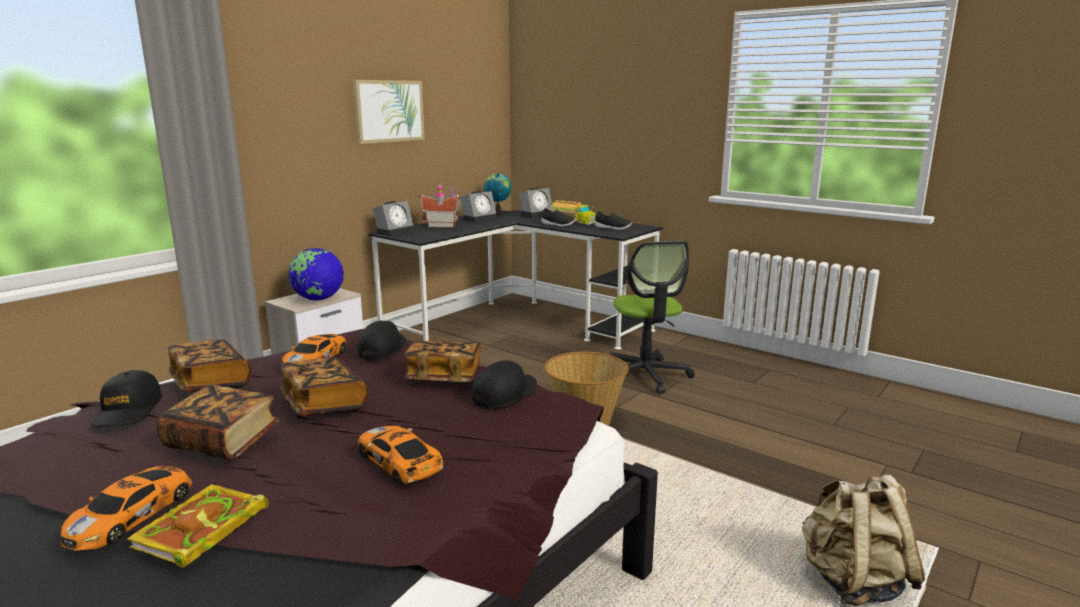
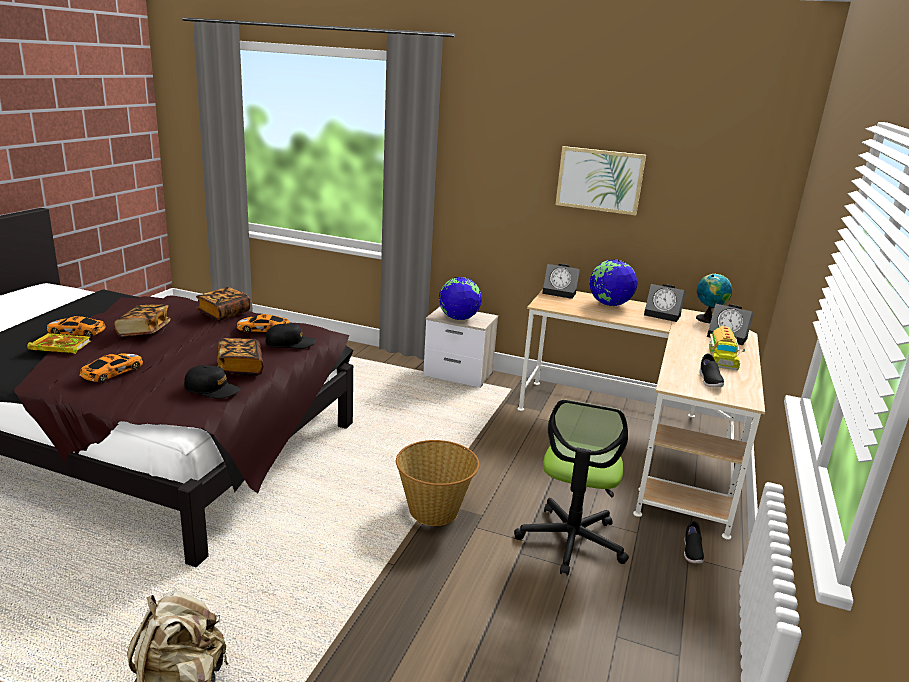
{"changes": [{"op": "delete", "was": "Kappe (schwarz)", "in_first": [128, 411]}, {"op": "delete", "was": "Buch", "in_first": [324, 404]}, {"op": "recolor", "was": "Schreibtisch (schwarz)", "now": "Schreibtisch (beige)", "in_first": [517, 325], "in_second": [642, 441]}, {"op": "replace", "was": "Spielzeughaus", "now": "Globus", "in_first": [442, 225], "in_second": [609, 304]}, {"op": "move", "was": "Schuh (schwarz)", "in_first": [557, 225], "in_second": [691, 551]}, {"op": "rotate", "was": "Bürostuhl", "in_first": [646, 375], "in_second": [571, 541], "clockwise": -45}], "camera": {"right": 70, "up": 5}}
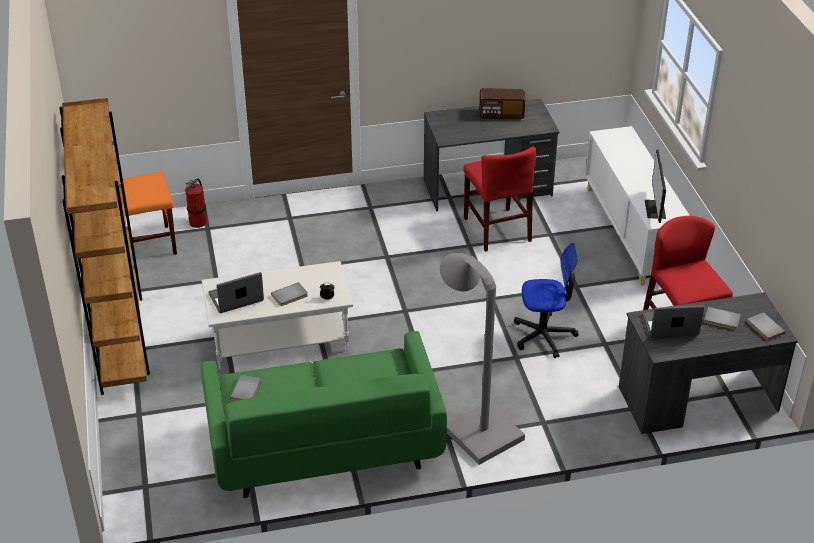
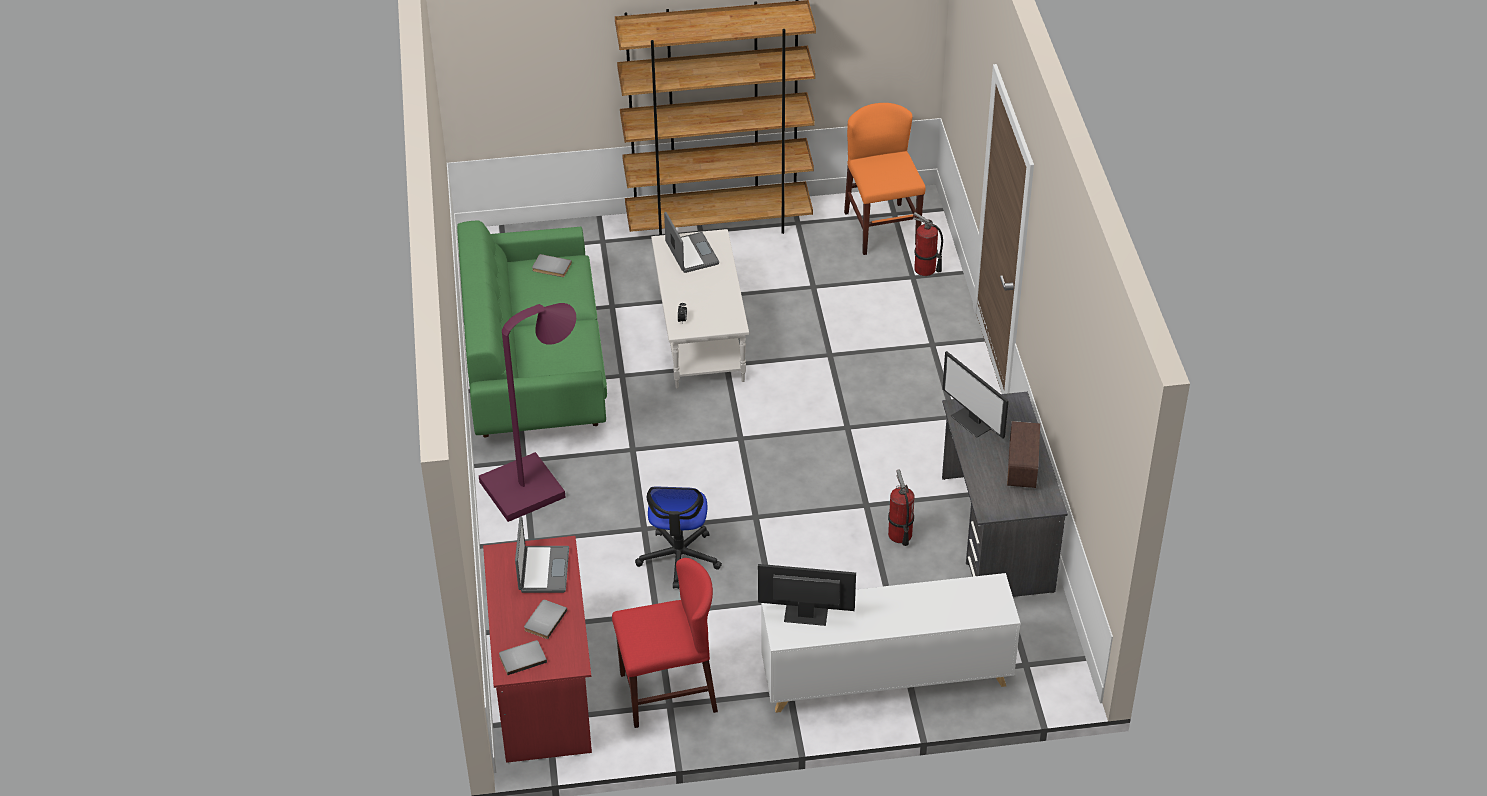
{"changes": [{"op": "delete", "was": "Buch (grau)", "in_first": [290, 296]}, {"op": "recolor", "was": "Stehlampe (grau)", "now": "Stehlampe (lila)", "in_first": [476, 428], "in_second": [534, 484]}, {"op": "replace", "was": "Stuhl (rot)", "now": "Feuerlöscher", "in_first": [497, 229], "in_second": [899, 535]}, {"op": "recolor", "was": "Schreibtisch (grau)", "now": "Schreibtisch (rot)", "in_first": [697, 399], "in_second": [543, 686]}, {"op": "insert", "now": "Monitor", "in_second": [973, 421]}], "camera": {"right": 95, "up": 5}}
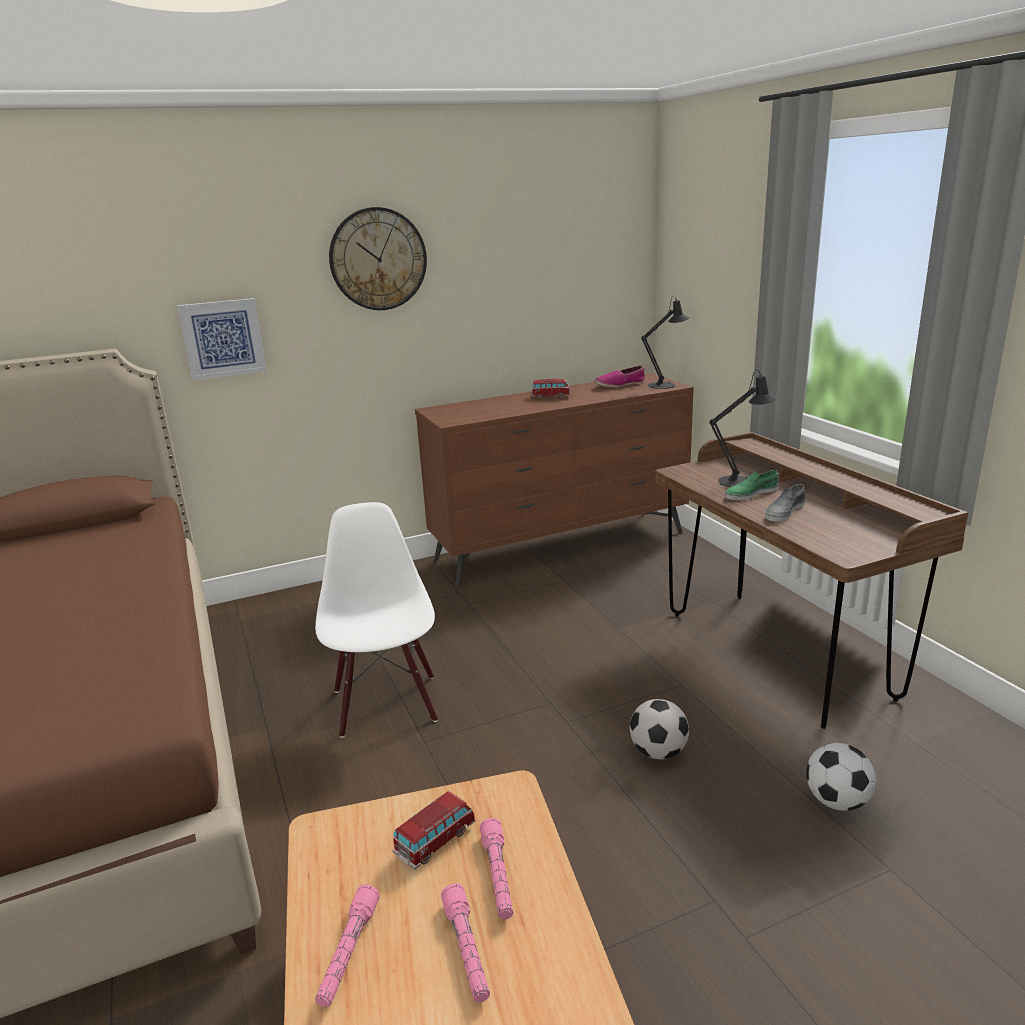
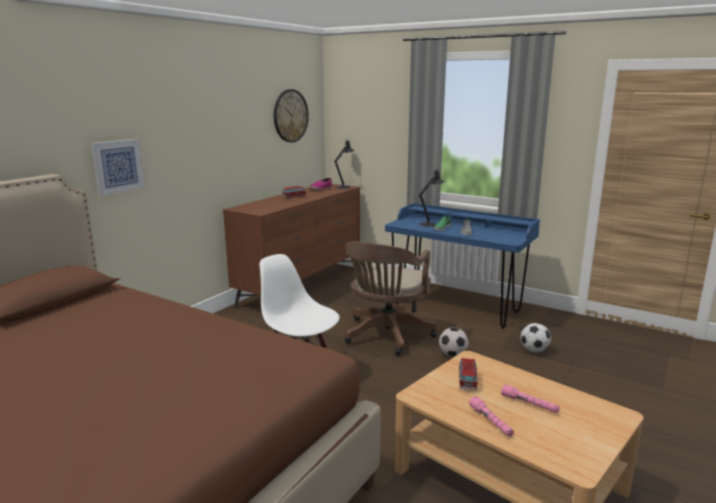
{"changes": [{"op": "move", "was": "Wanduhr", "in_first": [378, 259], "in_second": [290, 116]}, {"op": "delete", "was": "Taschenlampe (rosa)", "in_first": [498, 876]}, {"op": "recolor", "was": "Schreibtisch (braun)", "now": "Schreibtisch (blau)", "in_first": [777, 653], "in_second": [455, 308]}, {"op": "insert", "now": "Bürostuhl (braun)", "in_second": [386, 336]}], "camera": {"right": -35, "up": -5}}
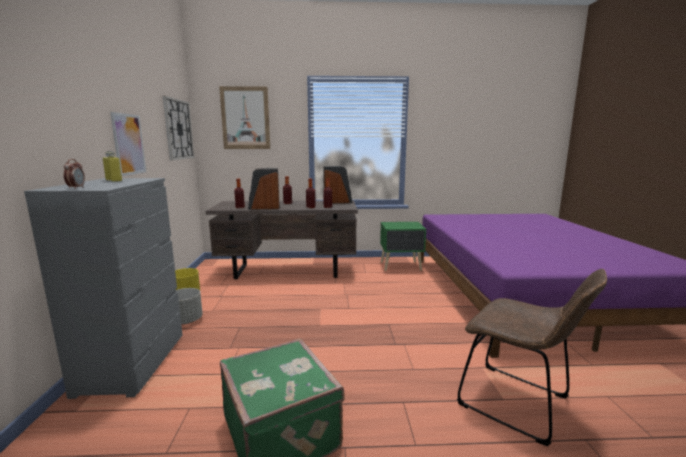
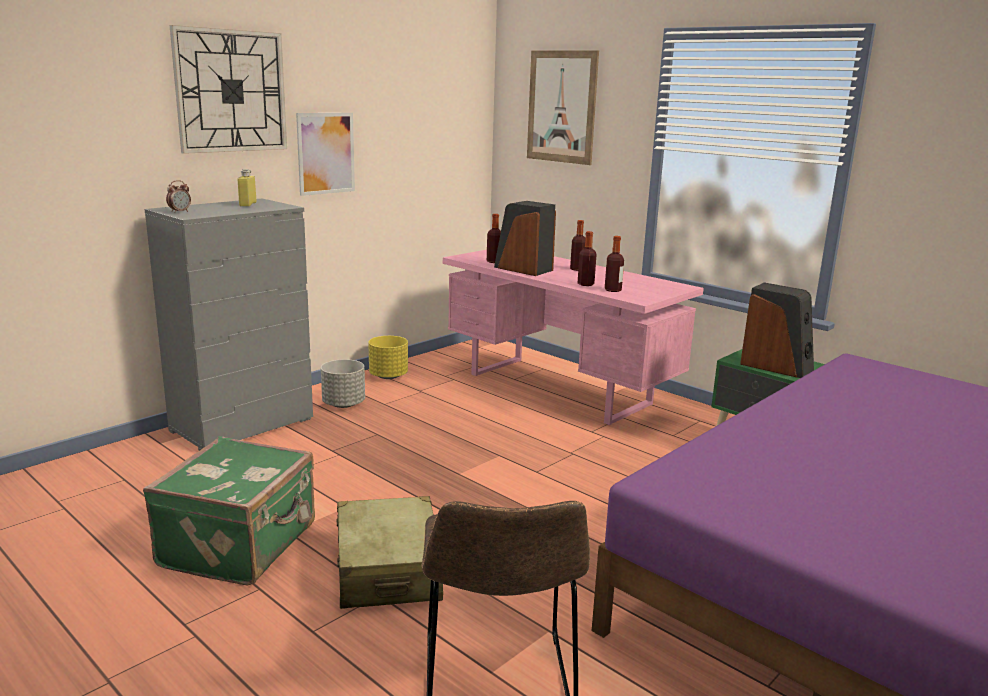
{"changes": [{"op": "move", "was": "Wanduhr", "in_first": [178, 129], "in_second": [231, 91]}, {"op": "recolor", "was": "Schreibtisch (braun)", "now": "Schreibtisch (rosa)", "in_first": [288, 271], "in_second": [560, 389]}, {"op": "move", "was": "Lautsprecher", "in_first": [337, 202], "in_second": [776, 366]}, {"op": "insert", "now": "Koffer (beige)", "in_second": [388, 570]}], "camera": {"right": 45, "up": 5}}
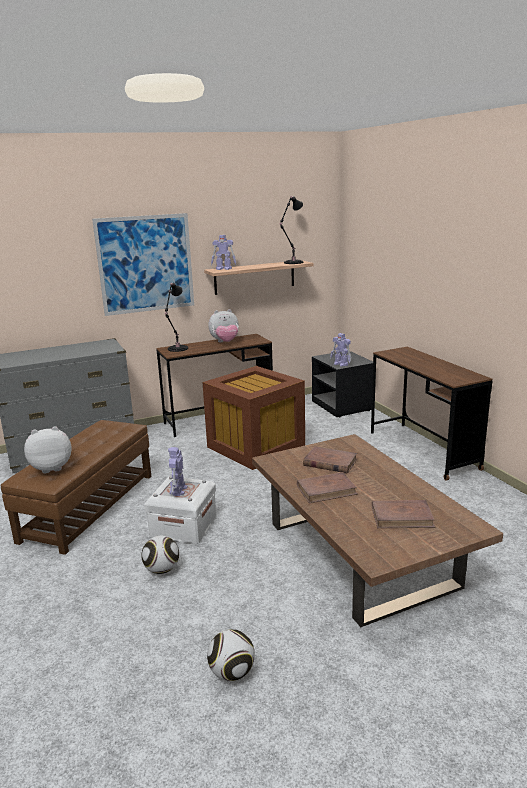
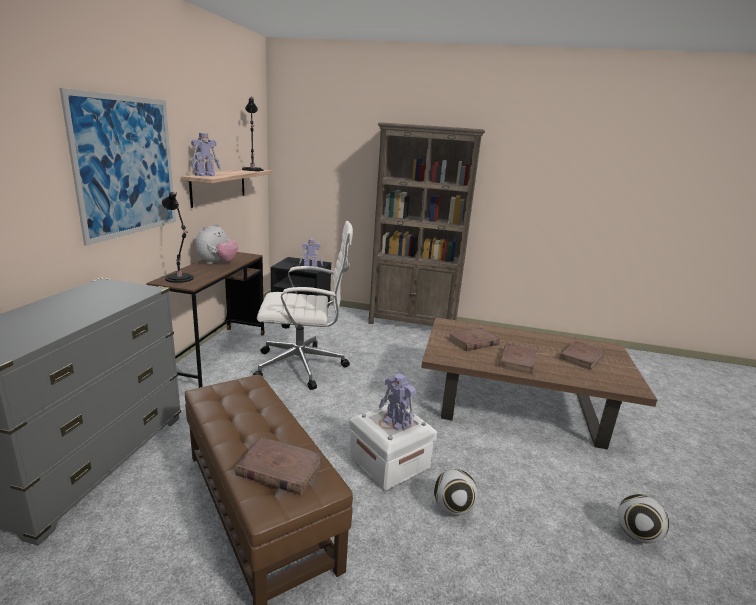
{"changes": [{"op": "replace", "was": "Plüschtier", "now": "Buch (braun)", "in_first": [52, 468], "in_second": [279, 469]}, {"op": "replace", "was": "Aufbewahrungsbox (braun)", "now": "Bürostuhl (weiß)", "in_first": [255, 447], "in_second": [303, 366]}, {"op": "replace", "was": "Schreibtisch (braun)", "now": "Bücherregal (braun)", "in_first": [422, 450], "in_second": [413, 323]}], "camera": {"right": -55, "up": 0}}
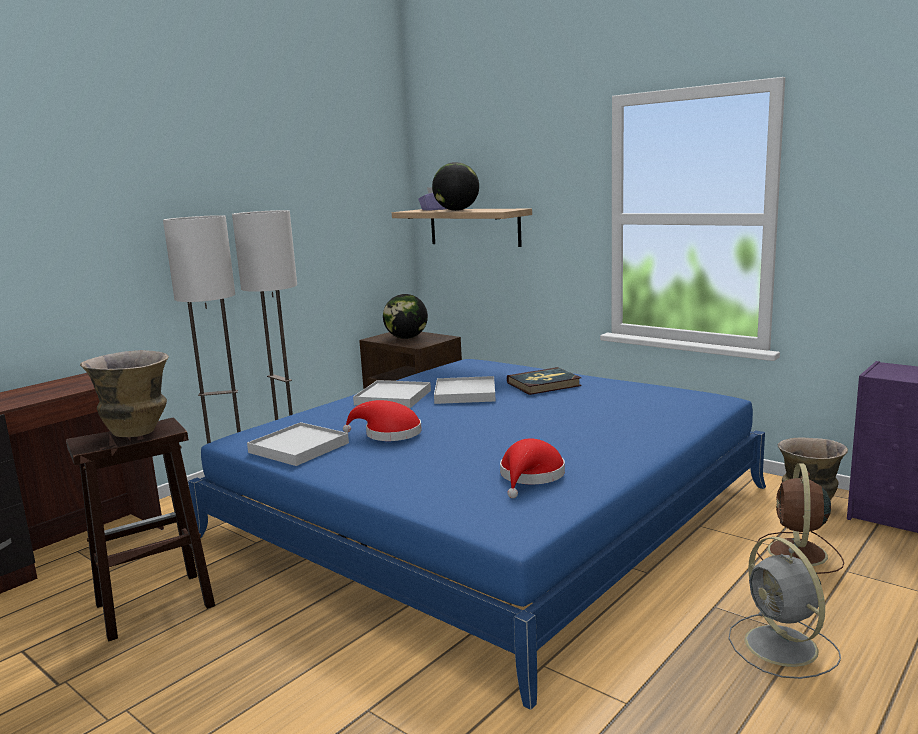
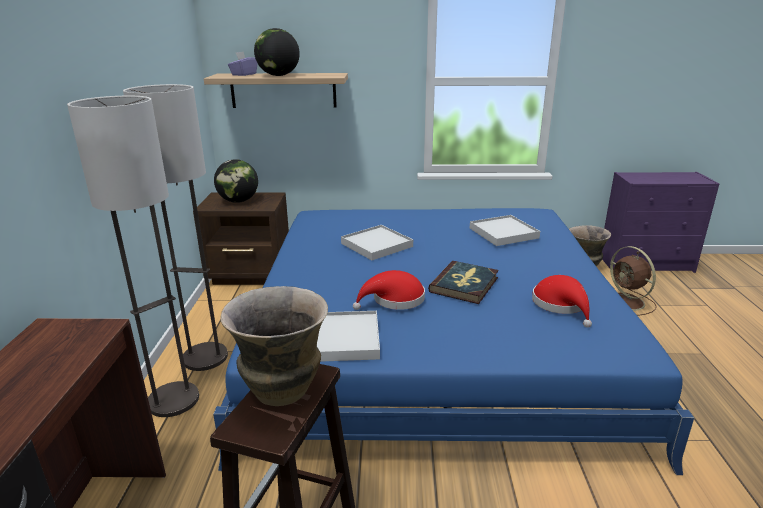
{"changes": [{"op": "move", "was": "Tablett (weiß)", "in_first": [393, 398], "in_second": [503, 233]}, {"op": "move", "was": "Buch", "in_first": [544, 384], "in_second": [464, 285]}, {"op": "delete", "was": "Ventilator (grau)", "in_first": [783, 647]}], "camera": {"right": -40, "up": 10}}
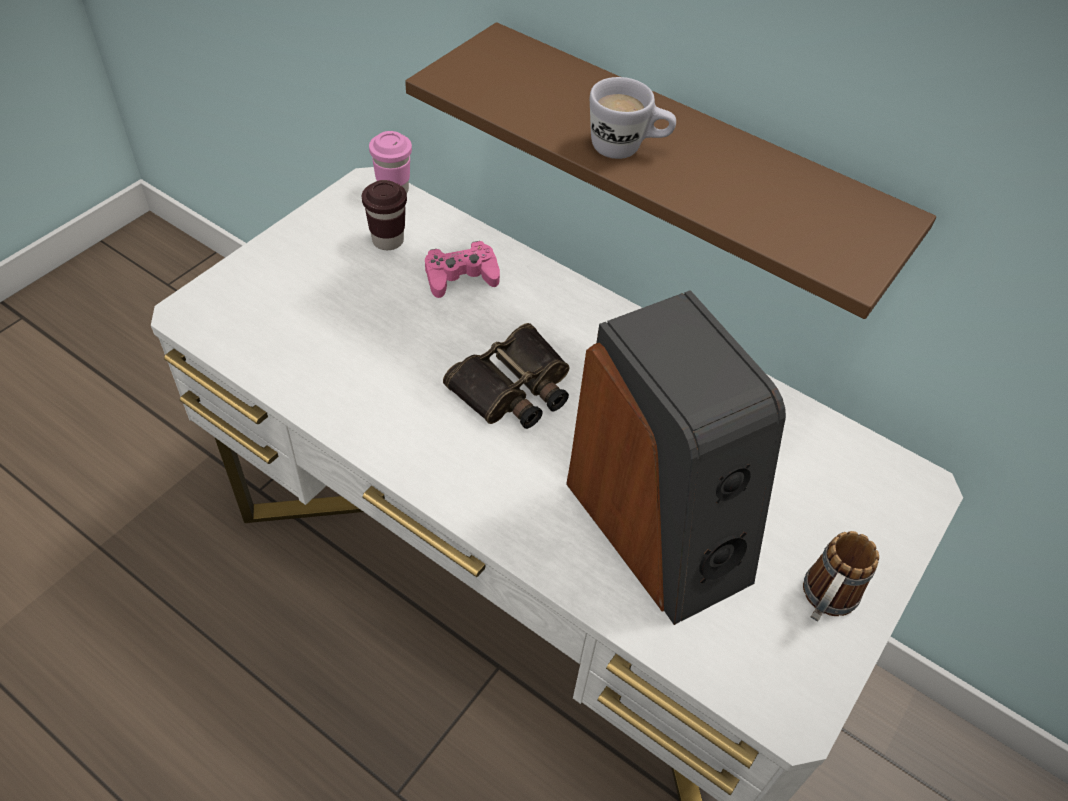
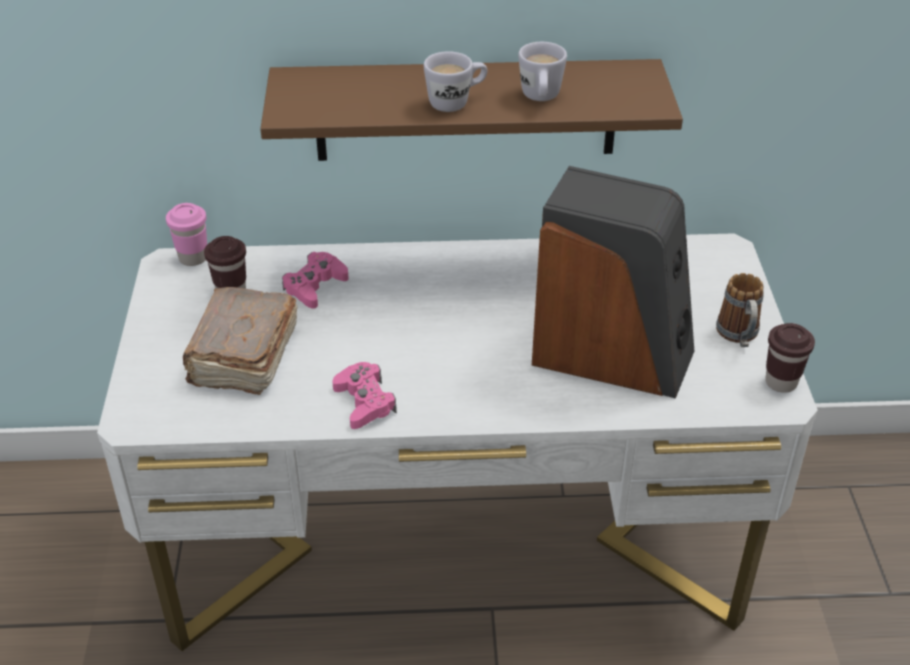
{"changes": [{"op": "delete", "was": "Fernglas", "in_first": [514, 389]}, {"op": "insert", "now": "Buch (braun)", "in_second": [243, 357]}, {"op": "insert", "now": "Gamepad (rosa)", "in_second": [364, 402]}, {"op": "insert", "now": "Henkelbecher (weiß)", "in_second": [540, 99]}, {"op": "insert", "now": "Tasse (braun)", "in_second": [781, 382]}], "camera": {"right": -35, "up": -10}}
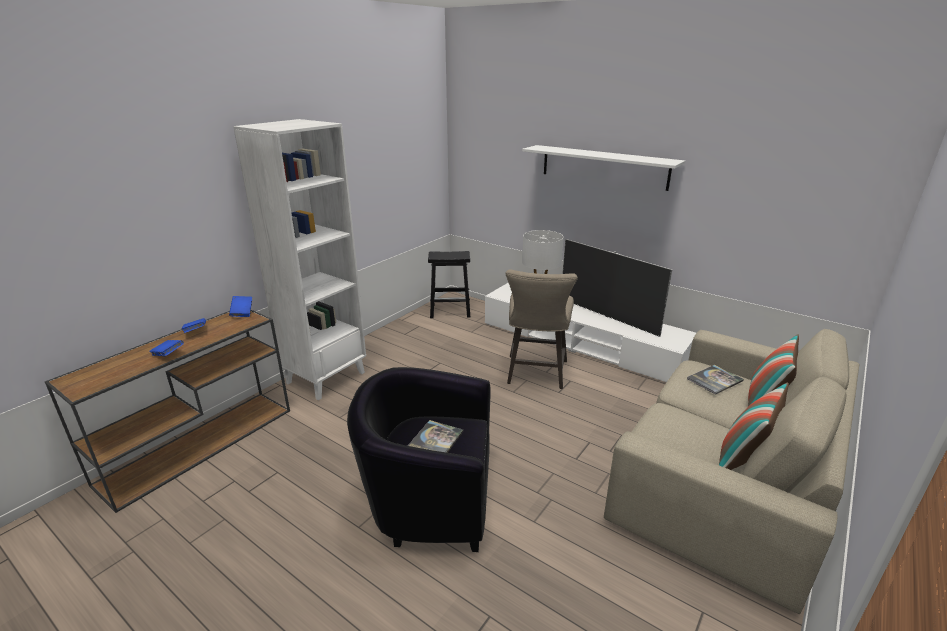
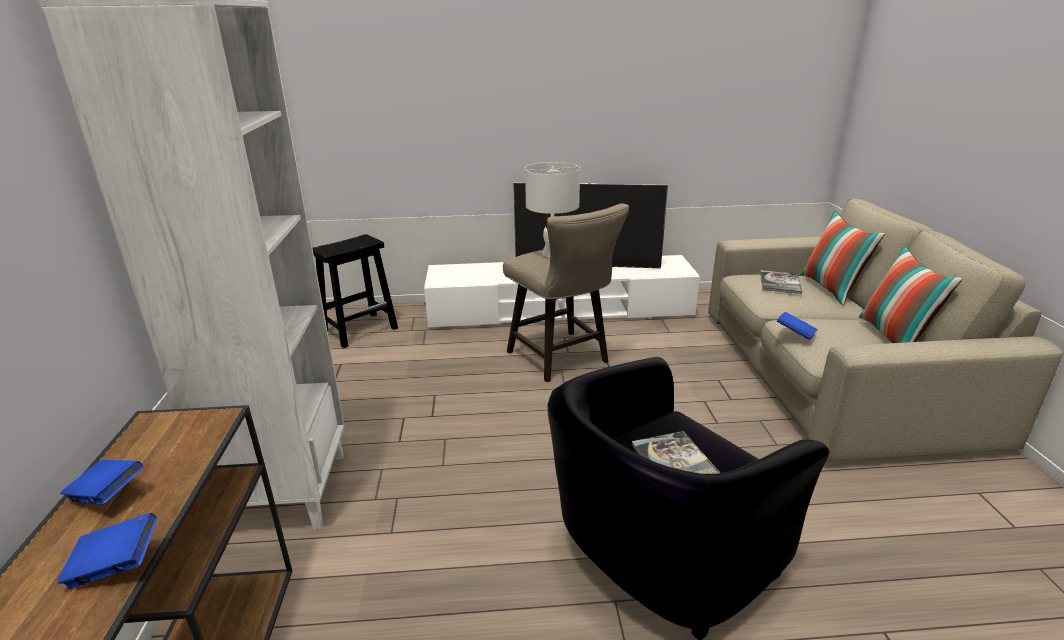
{"changes": [{"op": "move", "was": "Buch (blau)", "in_first": [242, 312], "in_second": [795, 334]}, {"op": "delete", "was": "Wandregal (weiß)", "in_first": [603, 167]}], "camera": {"right": -40, "up": 0}}
